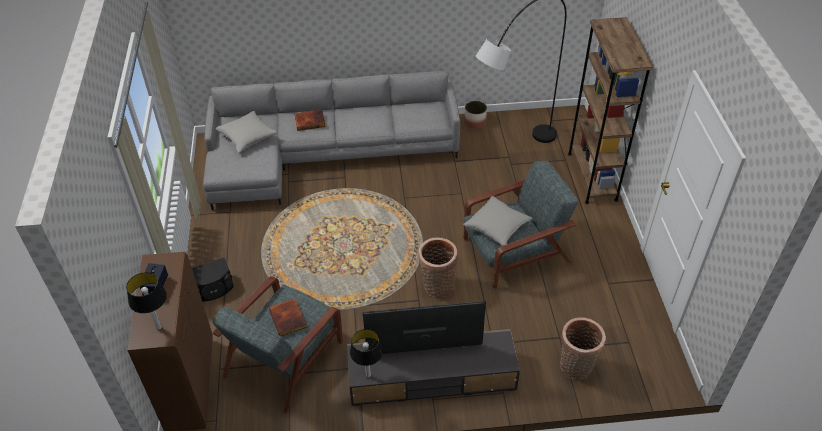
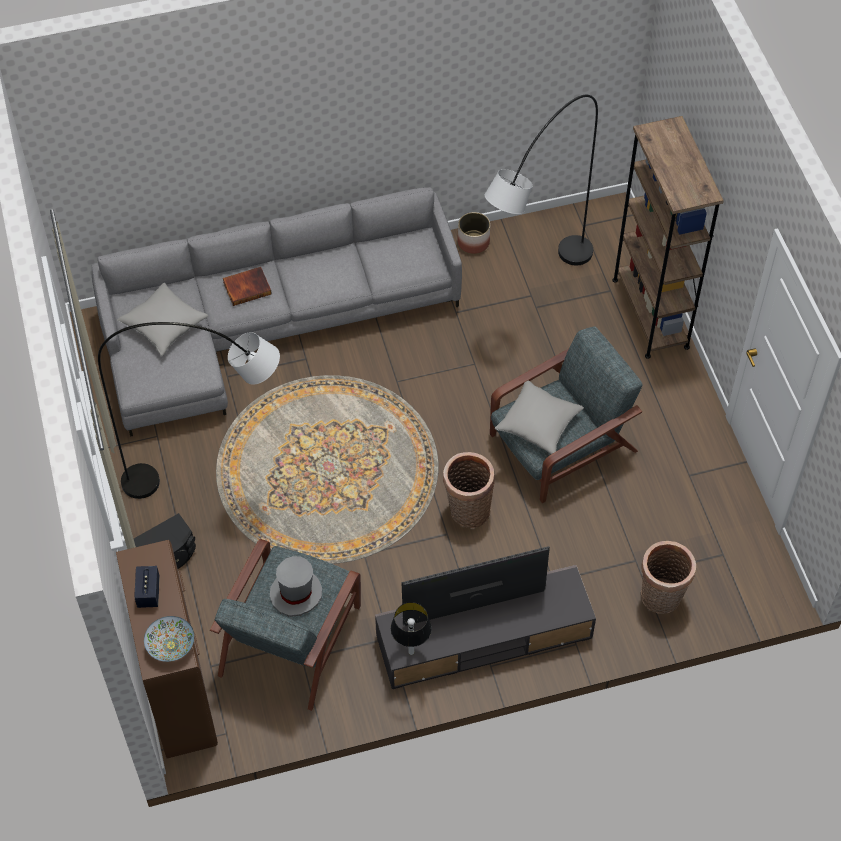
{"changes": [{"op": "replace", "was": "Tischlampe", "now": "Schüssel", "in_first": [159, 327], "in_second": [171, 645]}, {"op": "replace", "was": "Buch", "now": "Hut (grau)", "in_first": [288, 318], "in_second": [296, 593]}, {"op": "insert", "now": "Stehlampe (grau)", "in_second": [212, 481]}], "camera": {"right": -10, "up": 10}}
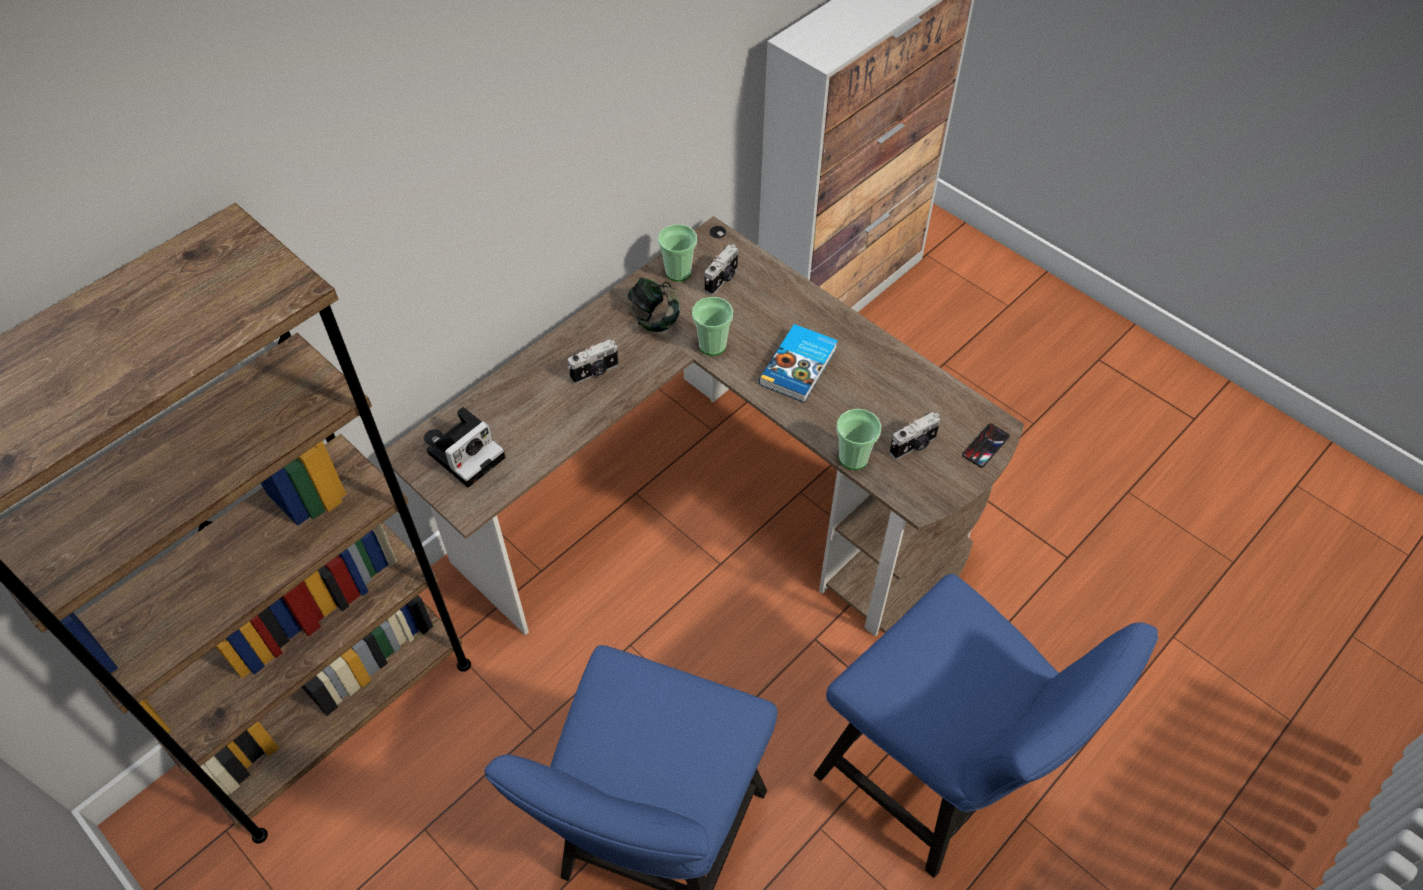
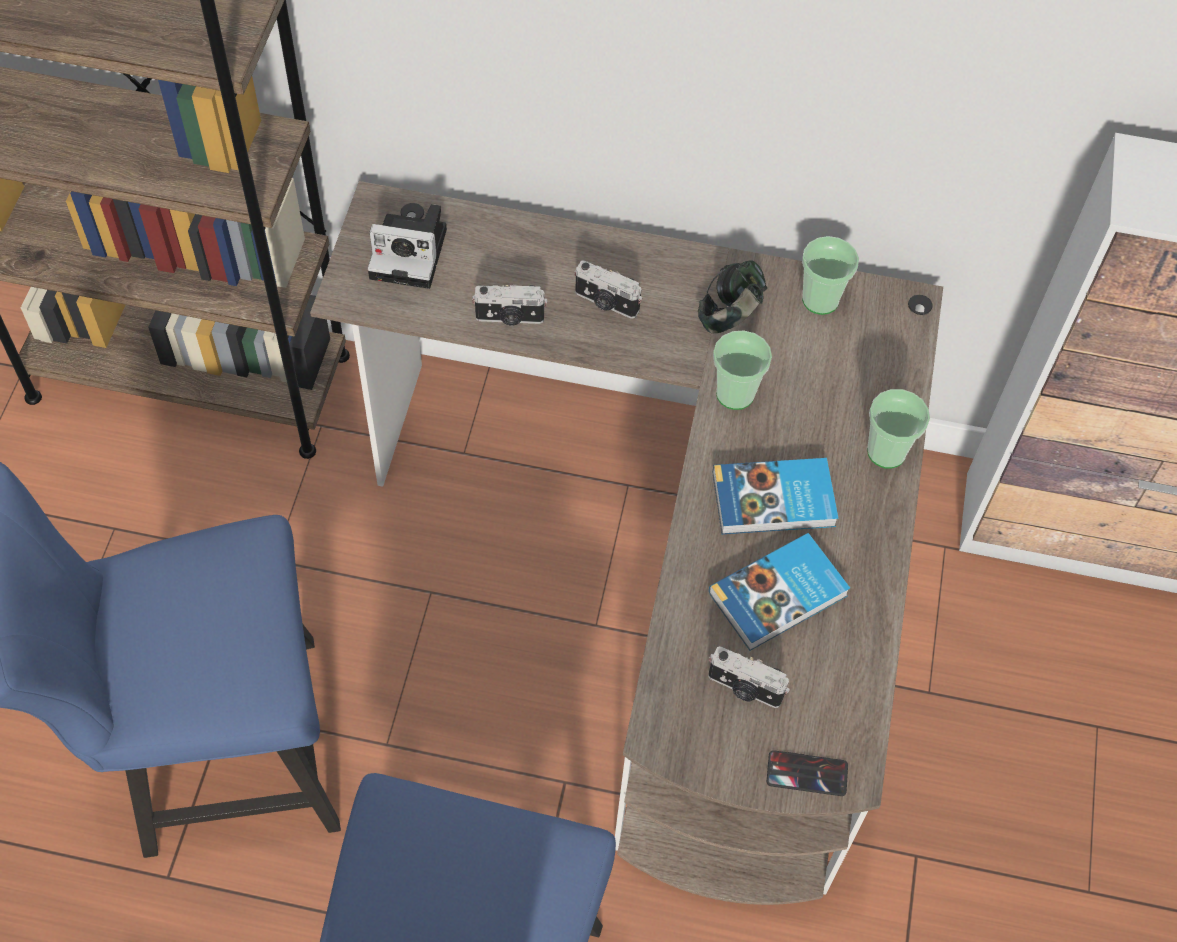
{"changes": [{"op": "move", "was": "Kamera", "in_first": [722, 280], "in_second": [509, 318]}, {"op": "move", "was": "Tasse", "in_first": [853, 458], "in_second": [886, 452]}, {"op": "insert", "now": "Buch", "in_second": [780, 596]}], "camera": {"right": 55, "up": 5}}
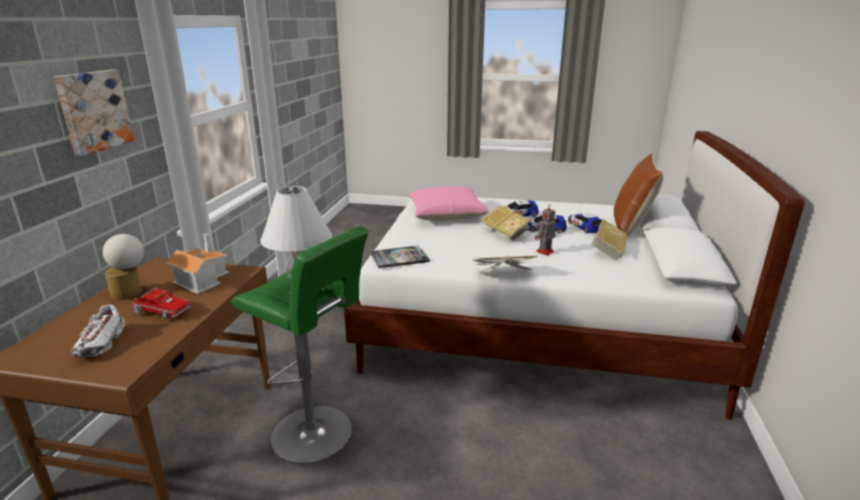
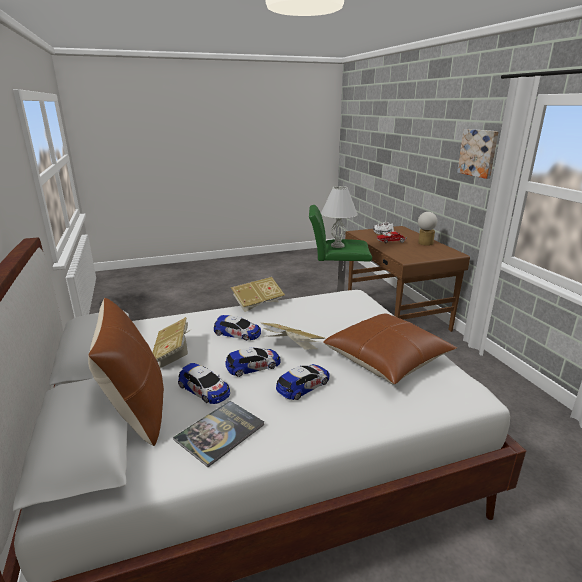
{"changes": [{"op": "delete", "was": "Spielzeughaus", "in_first": [201, 279]}, {"op": "move", "was": "Buch", "in_first": [399, 258], "in_second": [220, 432]}, {"op": "recolor", "was": "Kissen (rosa)", "now": "Kissen (braun)", "in_first": [446, 214], "in_second": [387, 359]}, {"op": "replace", "was": "Spielzeugroboter", "now": "Spielzeugauto", "in_first": [544, 252], "in_second": [237, 333]}], "camera": {"right": 150, "up": 0}}
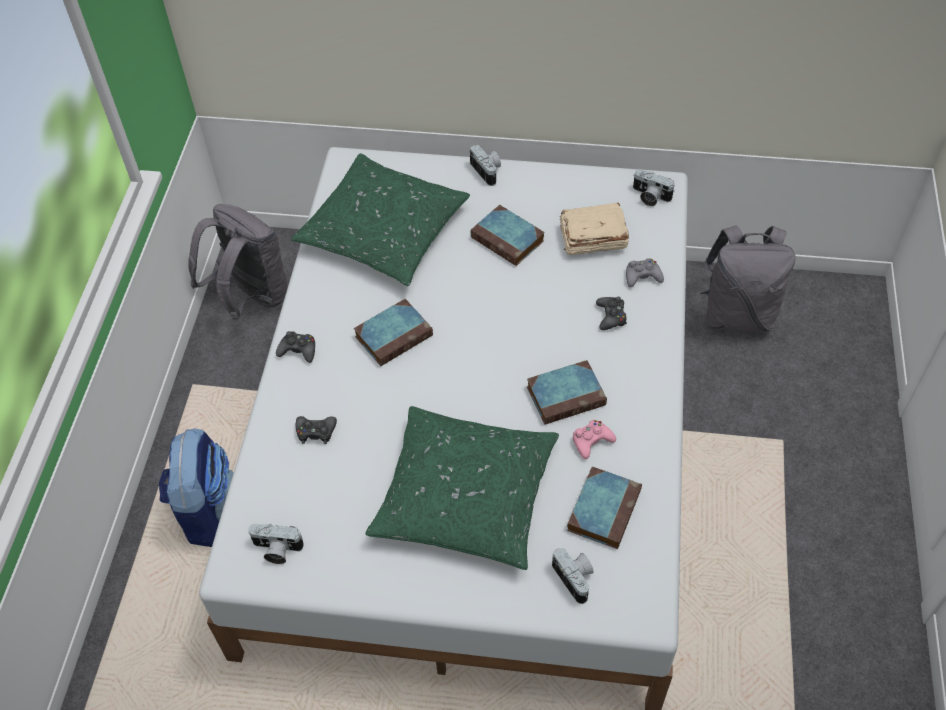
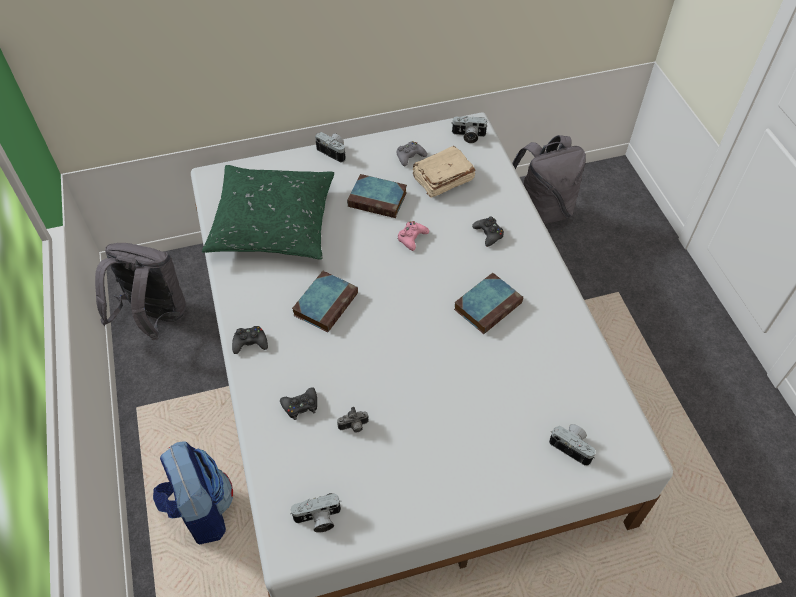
{"changes": [{"op": "delete", "was": "Kissen (grün)", "in_first": [465, 496]}, {"op": "delete", "was": "Buch", "in_first": [604, 509]}, {"op": "move", "was": "Gamepad (rosa)", "in_first": [591, 441], "in_second": [412, 238]}, {"op": "move", "was": "Gamepad (grau)", "in_first": [642, 276], "in_second": [410, 156]}, {"op": "insert", "now": "Kamera", "in_second": [354, 427]}], "camera": {"right": -25, "up": 0}}
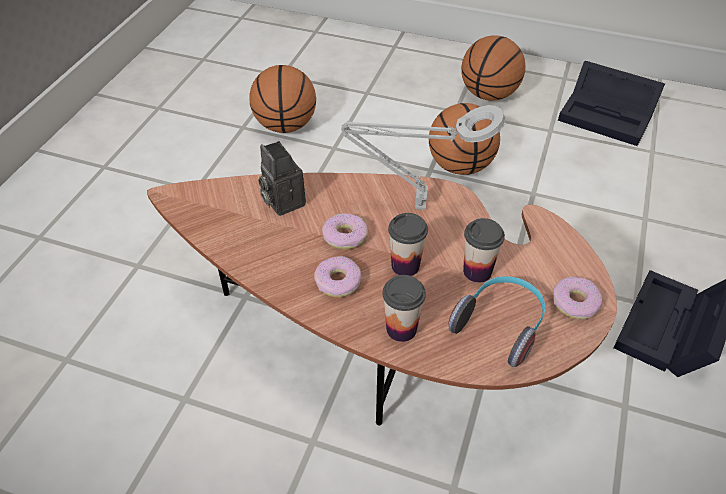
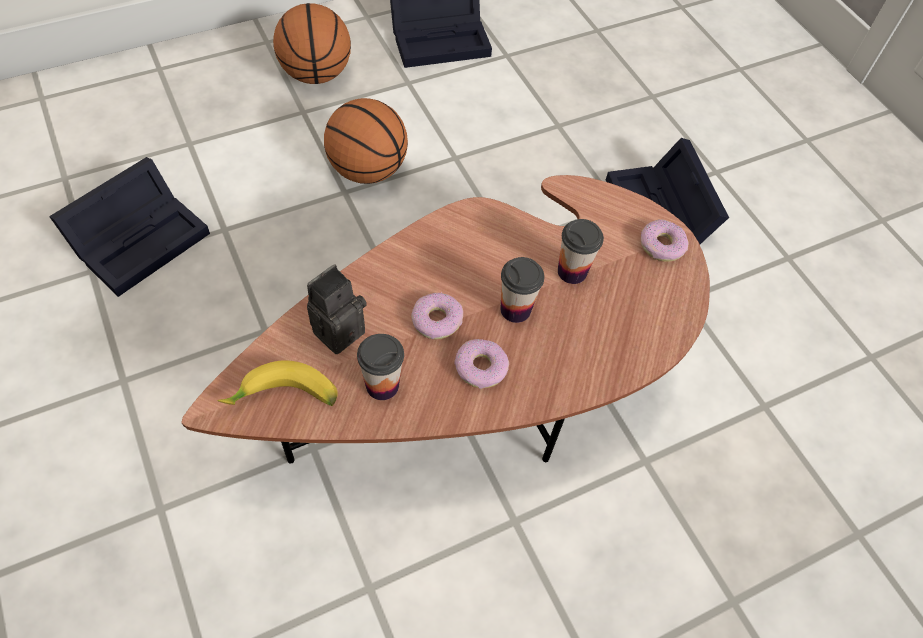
{"changes": [{"op": "replace", "was": "Basketball", "now": "Aufbewahrungsbox (schwarz)", "in_first": [285, 126], "in_second": [141, 237]}, {"op": "rotate", "was": "Kamera", "in_first": [282, 201], "in_second": [338, 329], "clockwise": 120}, {"op": "delete", "was": "Tischlampe (grau)", "in_first": [415, 205]}, {"op": "move", "was": "Tasse", "in_first": [401, 329], "in_second": [382, 385]}, {"op": "delete", "was": "Kopfhörer", "in_first": [500, 325]}, {"op": "insert", "now": "Banane", "in_second": [284, 399]}], "camera": {"right": -50, "up": 10}}
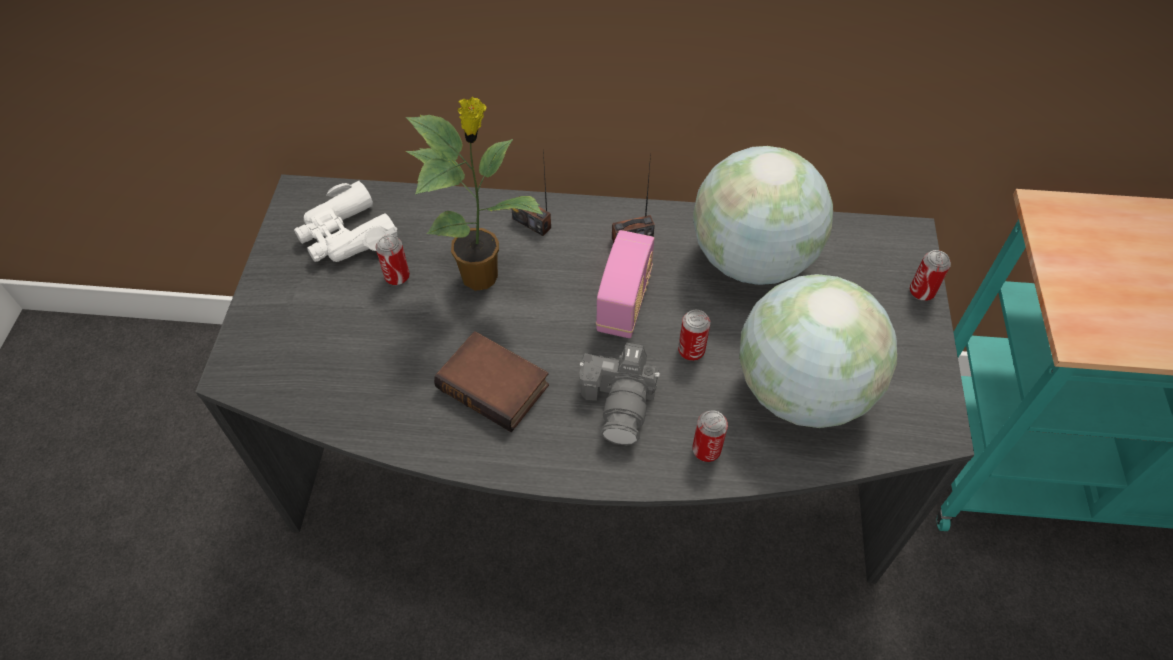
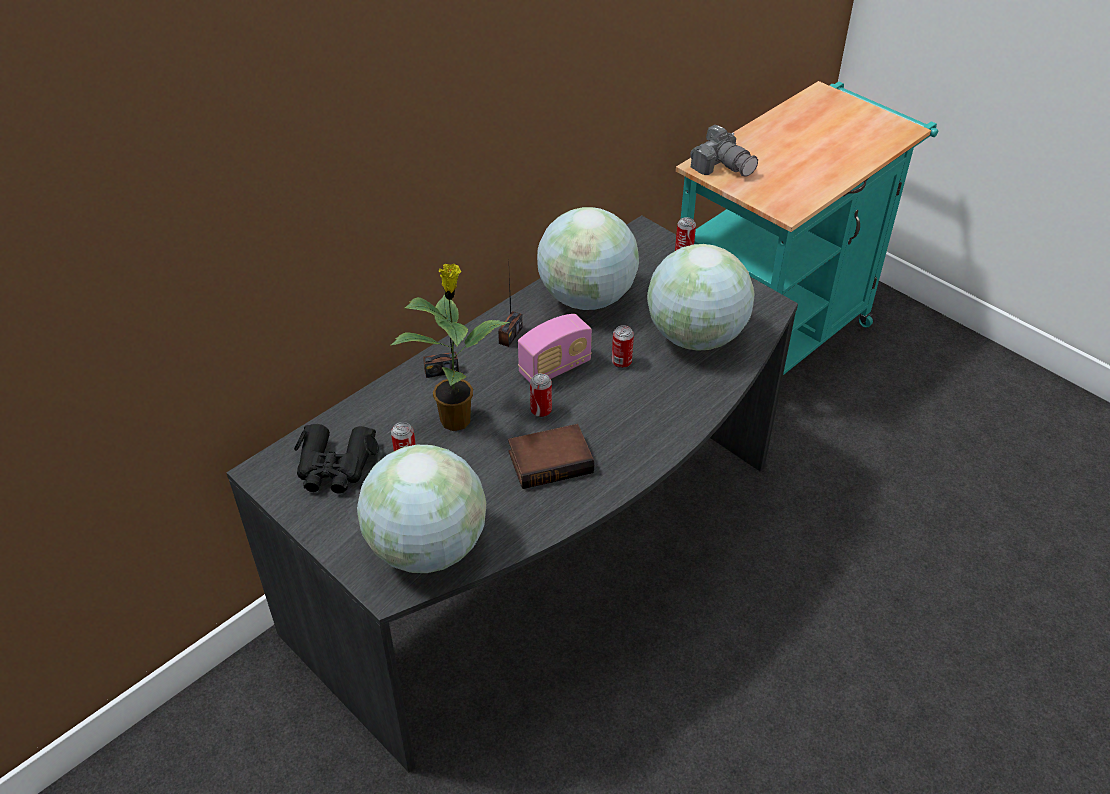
{"changes": [{"op": "recolor", "was": "Fernglas (weiß)", "now": "Fernglas (schwarz)", "in_first": [346, 235], "in_second": [335, 466]}, {"op": "move", "was": "Kamera", "in_first": [620, 402], "in_second": [722, 166]}, {"op": "rotate", "was": "Radio", "in_first": [624, 302], "in_second": [555, 368], "clockwise": 90}, {"op": "move", "was": "Dose", "in_first": [706, 450], "in_second": [541, 411]}, {"op": "insert", "now": "Globus", "in_second": [427, 547]}], "camera": {"right": -50, "up": -10}}
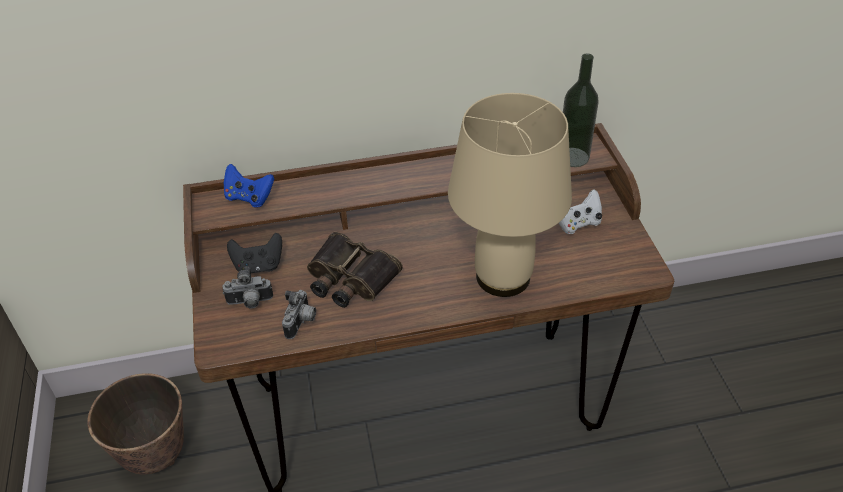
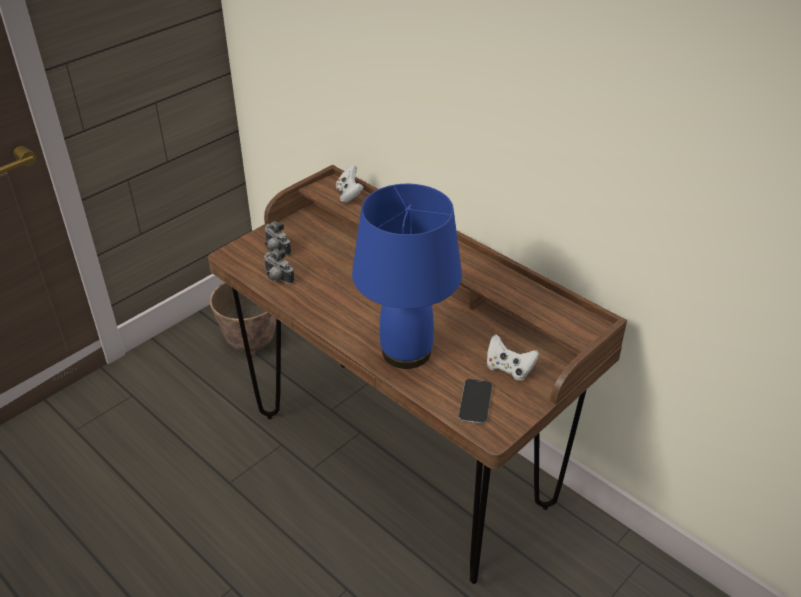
{"changes": [{"op": "recolor", "was": "Gamepad (blau)", "now": "Gamepad (weiß)", "in_first": [249, 197], "in_second": [349, 195]}, {"op": "delete", "was": "Gamepad (schwarz)", "in_first": [258, 266]}, {"op": "rotate", "was": "Kamera", "in_first": [301, 323], "in_second": [277, 278], "clockwise": 60}, {"op": "delete", "was": "Fernglas", "in_first": [349, 278]}, {"op": "recolor", "was": "Tischlampe (beige)", "now": "Tischlampe (blau)", "in_first": [504, 278], "in_second": [406, 352]}, {"op": "delete", "was": "Flasche", "in_first": [573, 157]}, {"op": "insert", "now": "Handy", "in_second": [475, 402]}], "camera": {"right": 55, "up": -5}}
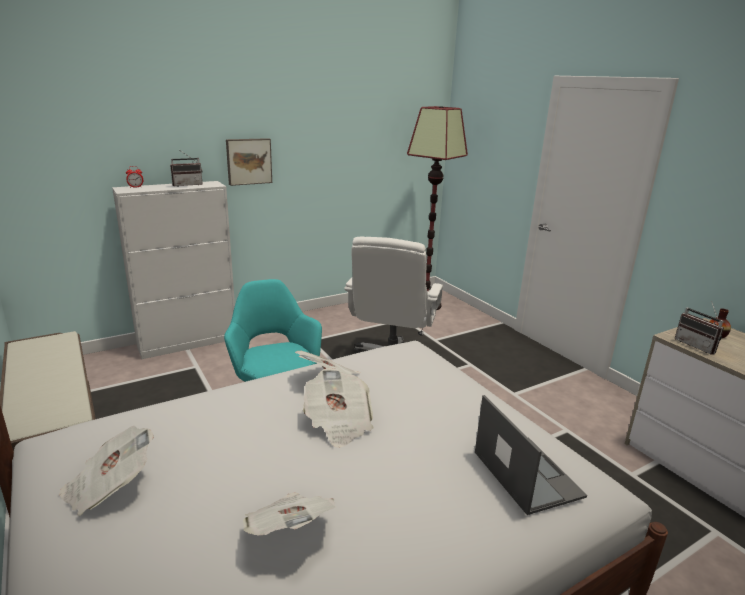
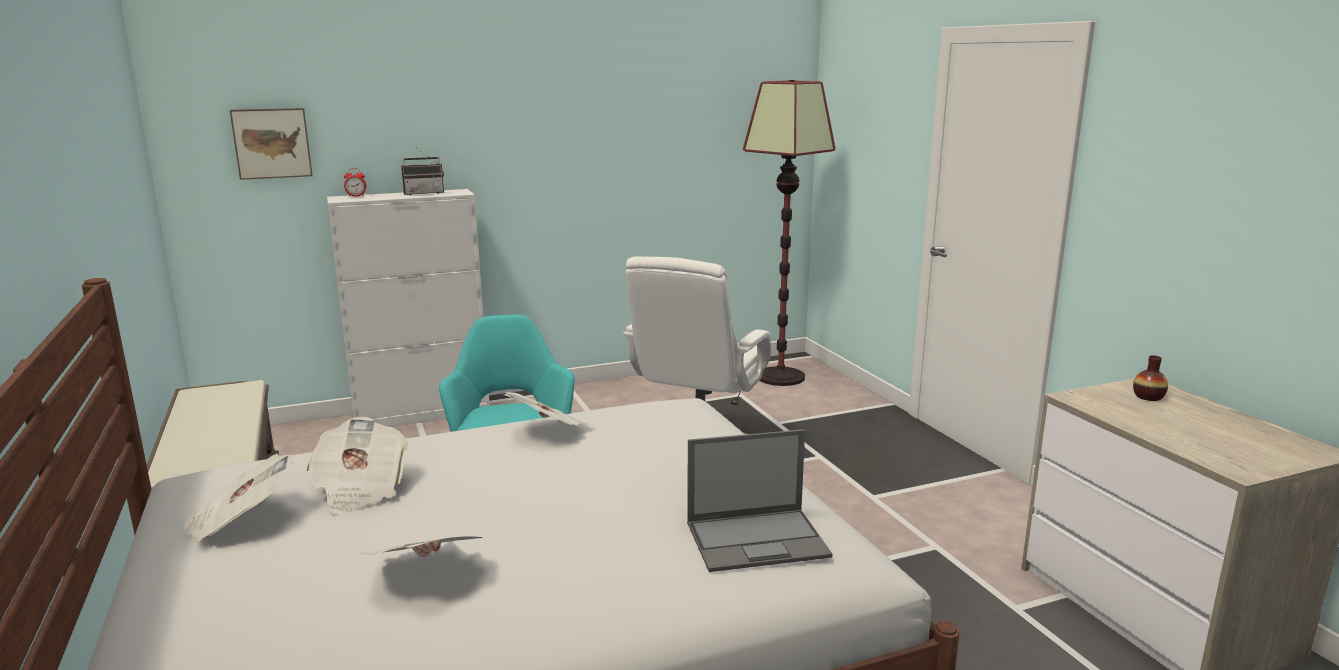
{"changes": [{"op": "move", "was": "Bild", "in_first": [248, 161], "in_second": [272, 143]}, {"op": "move", "was": "Zeitung", "in_first": [338, 423], "in_second": [359, 489]}, {"op": "rotate", "was": "Laptop", "in_first": [526, 473], "in_second": [758, 539], "clockwise": 90}, {"op": "delete", "was": "Radio", "in_first": [697, 346]}], "camera": {"right": 10, "up": -5}}
